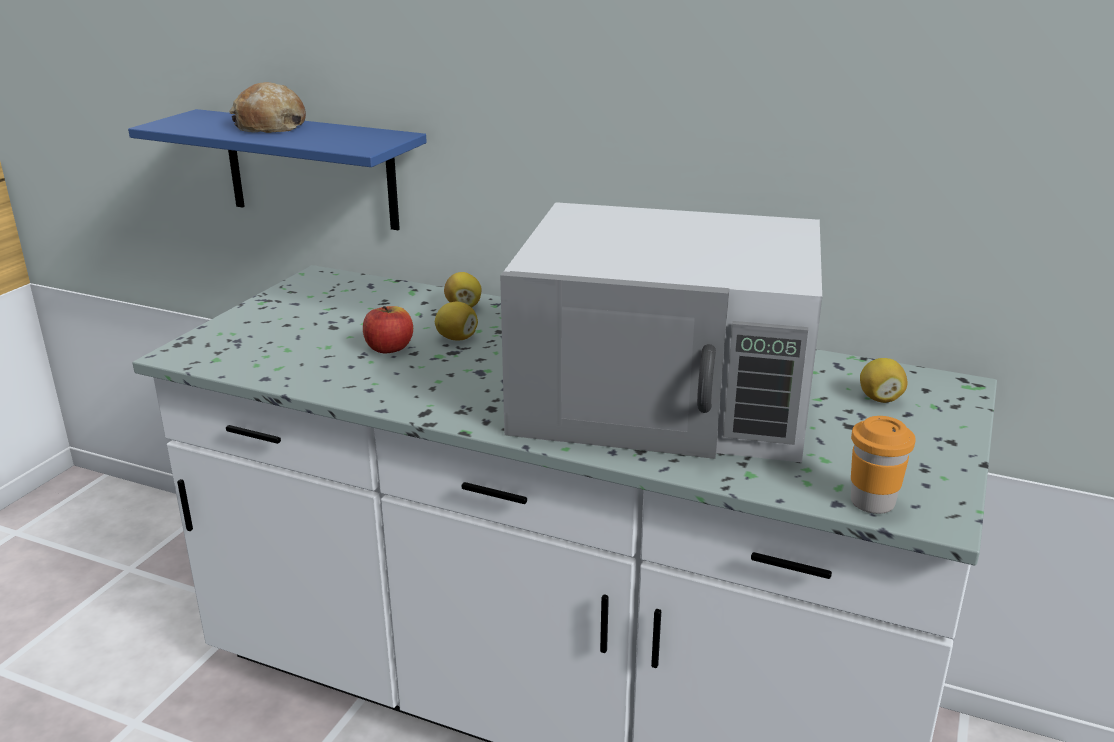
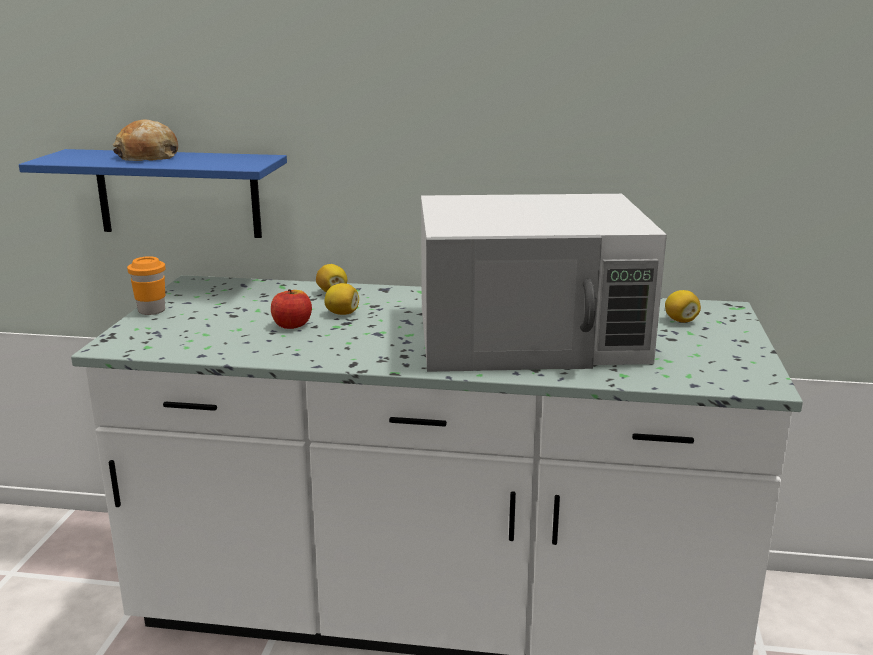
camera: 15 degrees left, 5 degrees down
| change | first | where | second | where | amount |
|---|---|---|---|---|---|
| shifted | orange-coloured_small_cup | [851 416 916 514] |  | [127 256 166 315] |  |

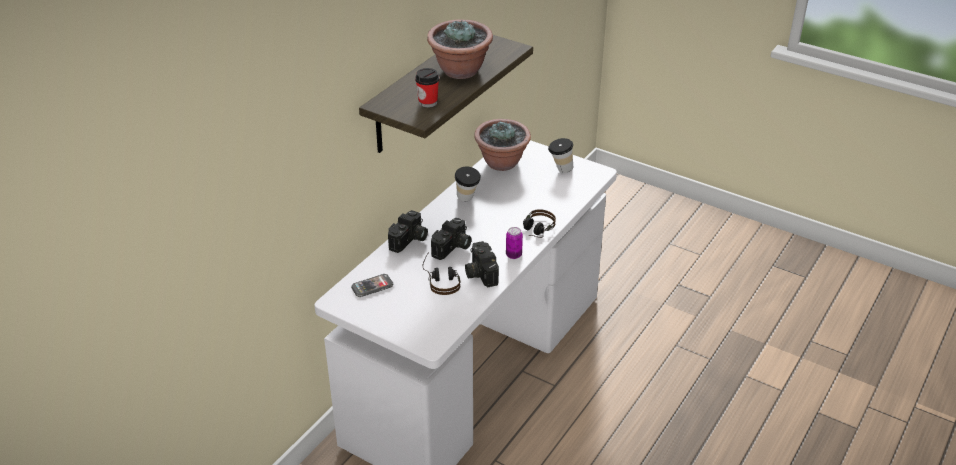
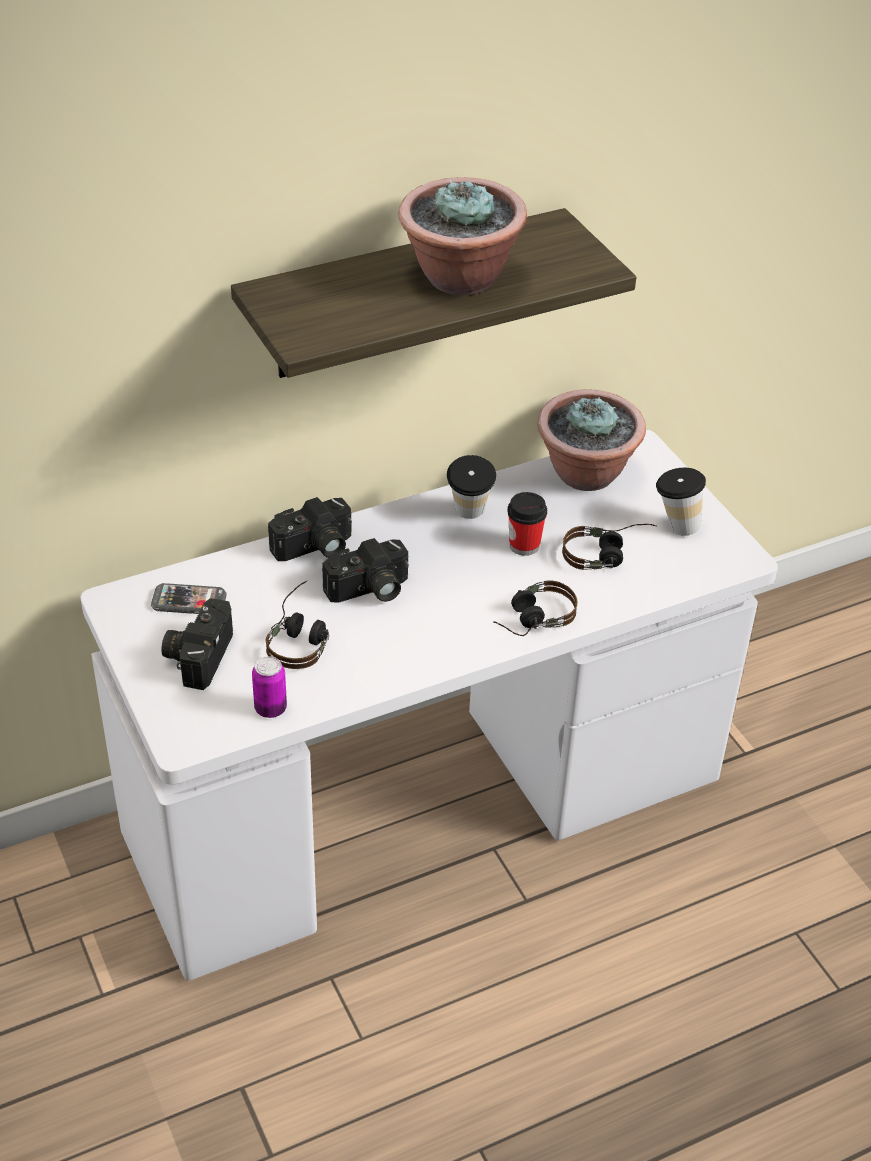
camera: 30 degrees right, 5 degrees up
| change | first | where | second | where | amount |
|---|---|---|---|---|---|
| new |  |  | pair_of_headphones | [562 524 657 570] |  |
| shifted | small_cup | [415 68 439 108] |  | [507 492 547 556] |  |
| shifted | photo_camera | [465 241 499 287] |  | [161 598 233 690] |  |
| shifted | can | [506 227 523 259] |  | [252 656 287 718] |  |

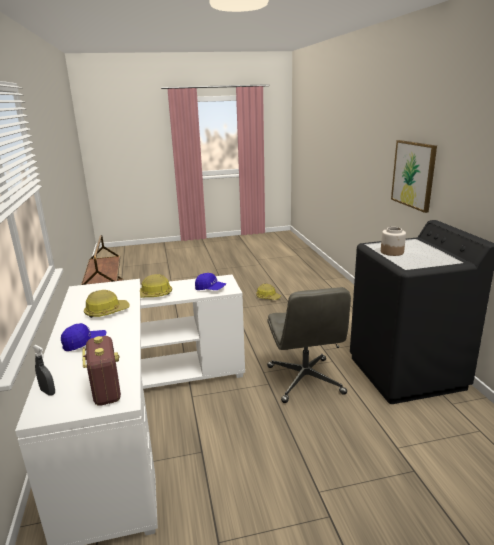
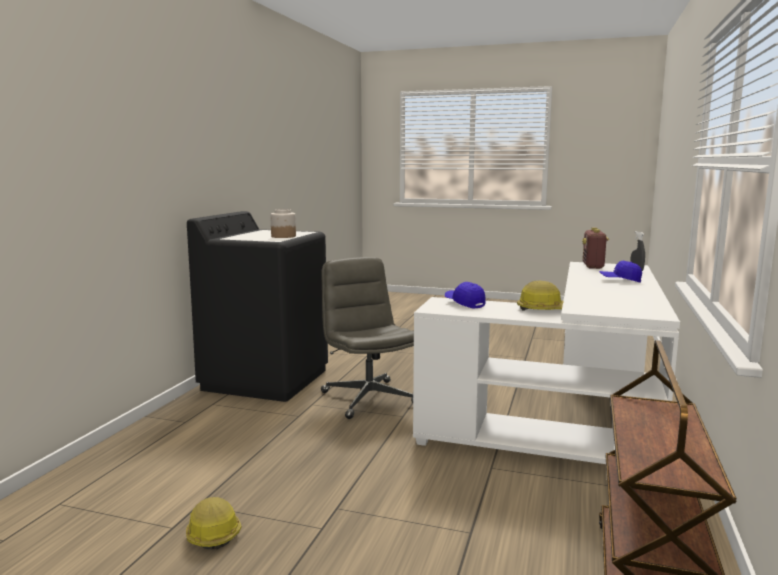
camera: 150 degrees left, 10 degrees down
| change | first | where | second | where | amount |
|---|---|---|---|---|---|
| gone | safety_helmet | [84 290 129 318] |  |  |  |
| gone | picture | [391 140 437 213] |  |  |  |
| rotated | greyish_computer_chair | [267 287 351 403] |  | [321 257 414 419] | 45 degrees counterclockwise |

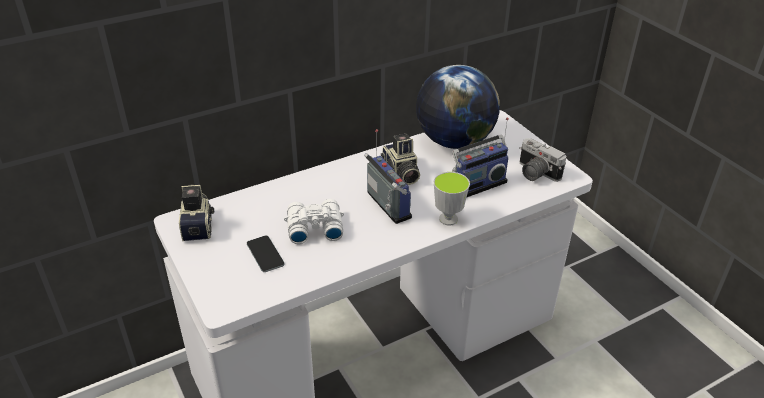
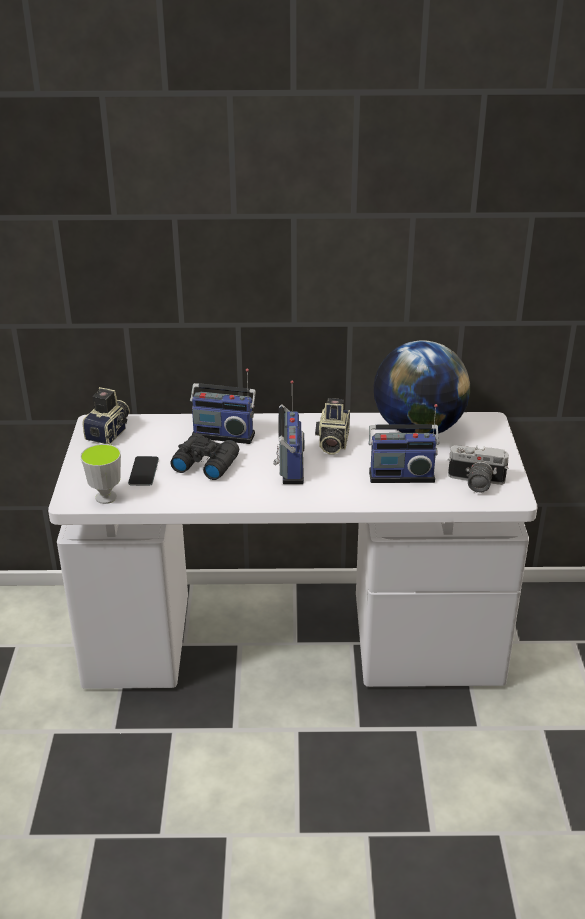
camera: 30 degrees right, 5 degrees down
| change | first | where | second | where | amount |
|---|---|---|---|---|---|
| new |  |  | radio | [190 369 256 444] |  |
| shifted | small_cup | [434 172 470 225] |  | [80 444 121 504] |  |
| repainted | white-coloured_binoculars | [284 199 344 244] | blackish_binoculars | [170 433 239 480] |  |
| rotated | photo_camera | [519 138 566 182] |  | [447 445 509 493] | 60 degrees counterclockwise |

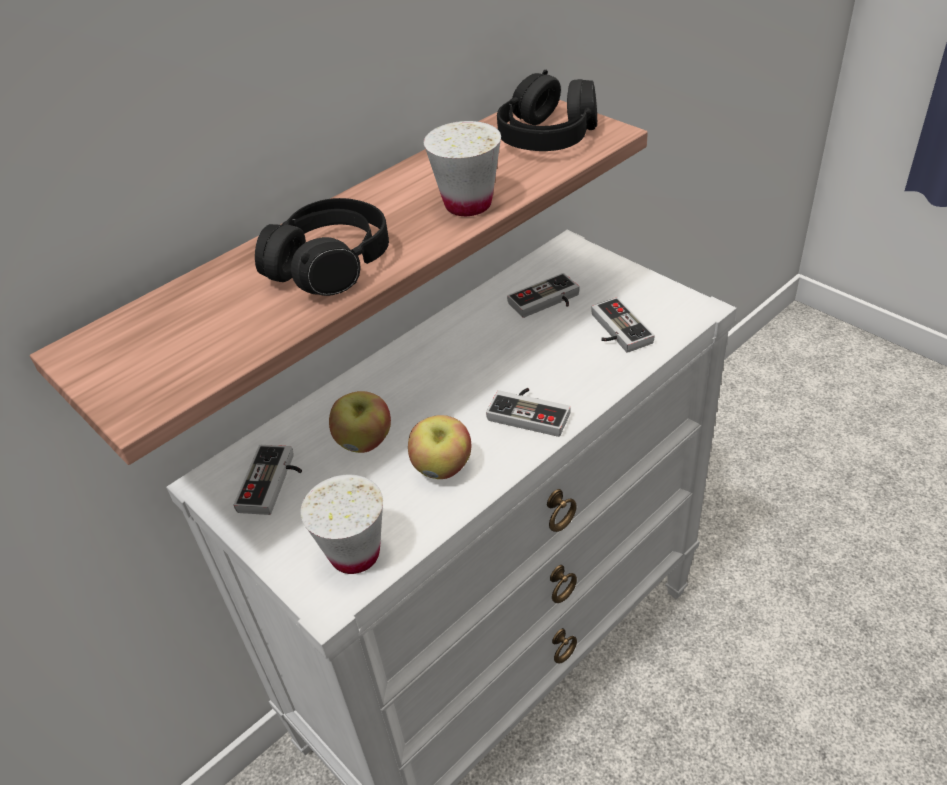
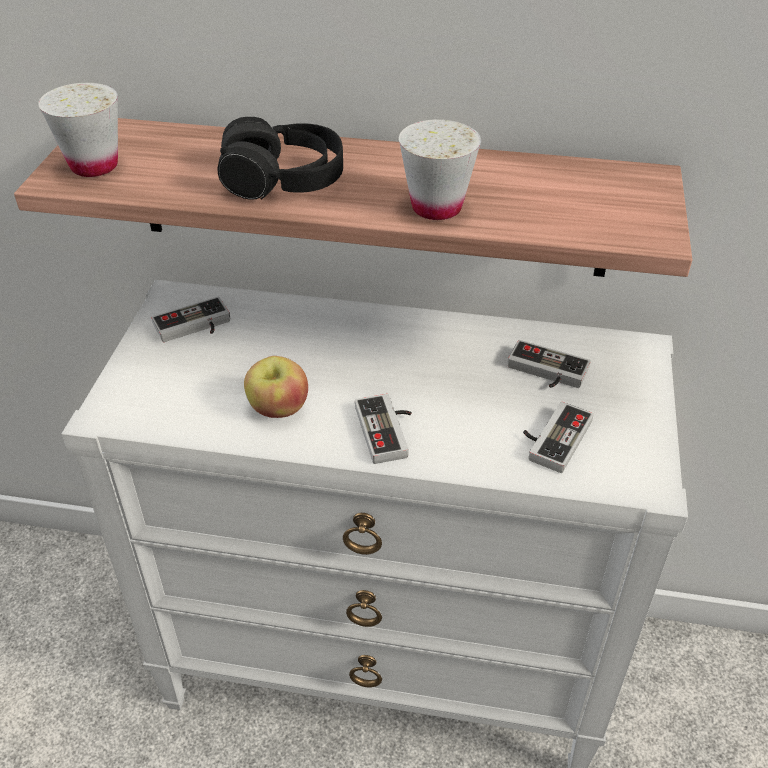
camera: 50 degrees right, 0 degrees up
| change | first | where | second | where | amount |
|---|---|---|---|---|---|
| gone | apple | [329 391 391 453] |  |  |  |
| gone | blackish_pair_of_headphones | [497 70 597 151] |  |  |  |
| shifted | white-coloured_small_cup | [300 475 383 574] |  | [38 83 118 177] |  |

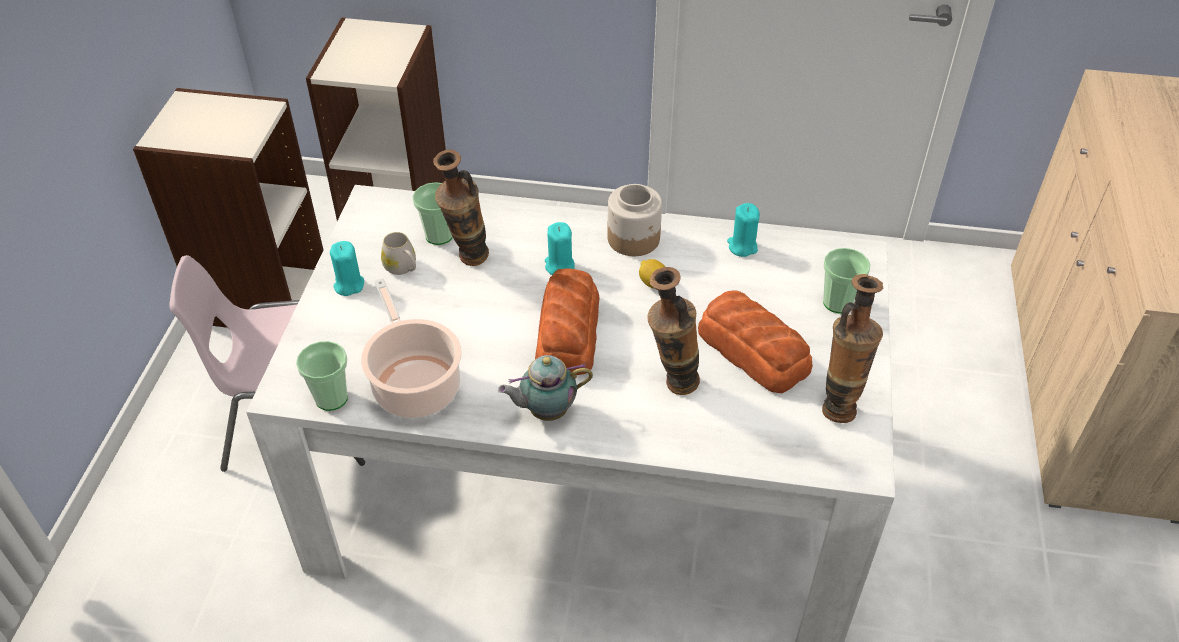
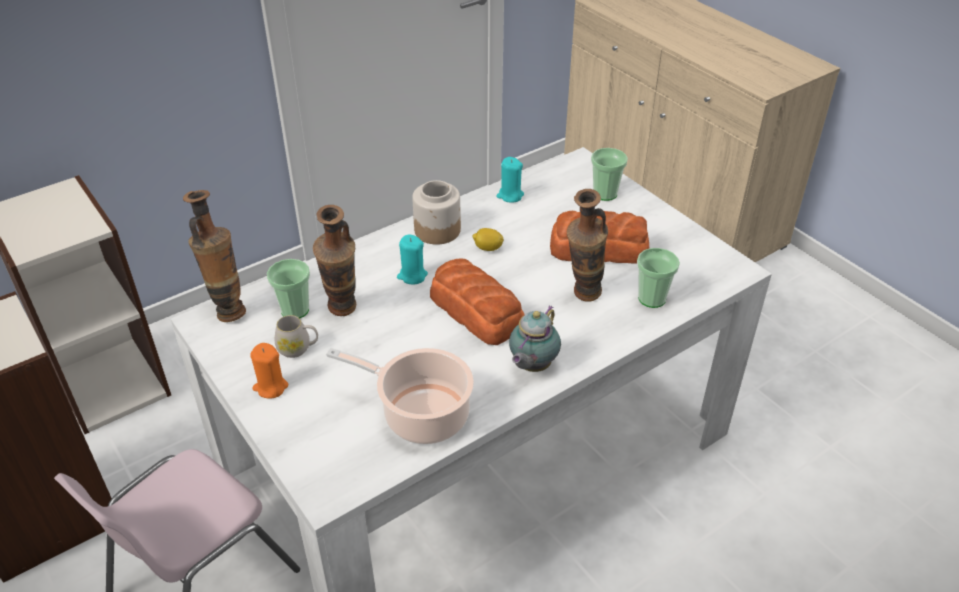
camera: 45 degrees left, 5 degrees down
| change | first | where | second | where | amount |
|---|---|---|---|---|---|
| shifted | small_cup | [296 341 348 411] |  | [637 248 680 308] |  |
| shifted | vase | [822 274 883 423] |  | [183 190 246 322] |  |
| repainted | turquoise-coloured_wax_candle | [330 241 364 296] | orange-coloured_wax_candle | [250 343 288 399] |  |

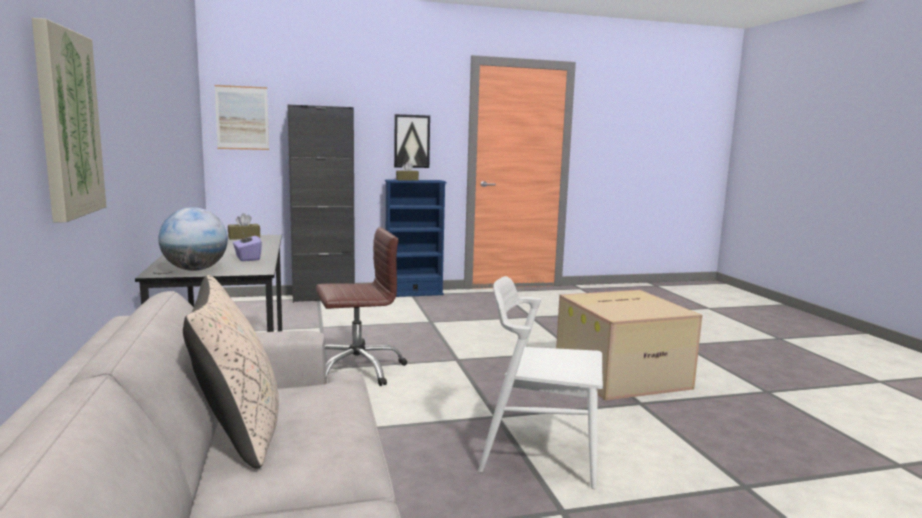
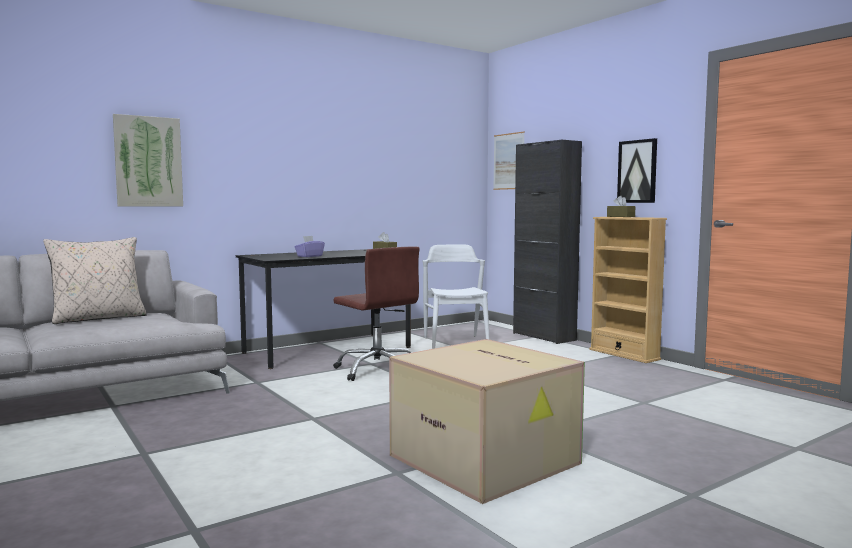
camera: 70 degrees right, 5 degrees down
| change | first | where | second | where | amount |
|---|---|---|---|---|---|
| gone | world_globe | [158 207 228 271] |  |  |  |
| shifted | white-coloured_plain_chair | [478 276 603 489] |  | [423 244 490 349] |  |
| repainted | bluish_bookshelf | [385 180 446 297] | beige_bookshelf | [589 217 667 363] |  |

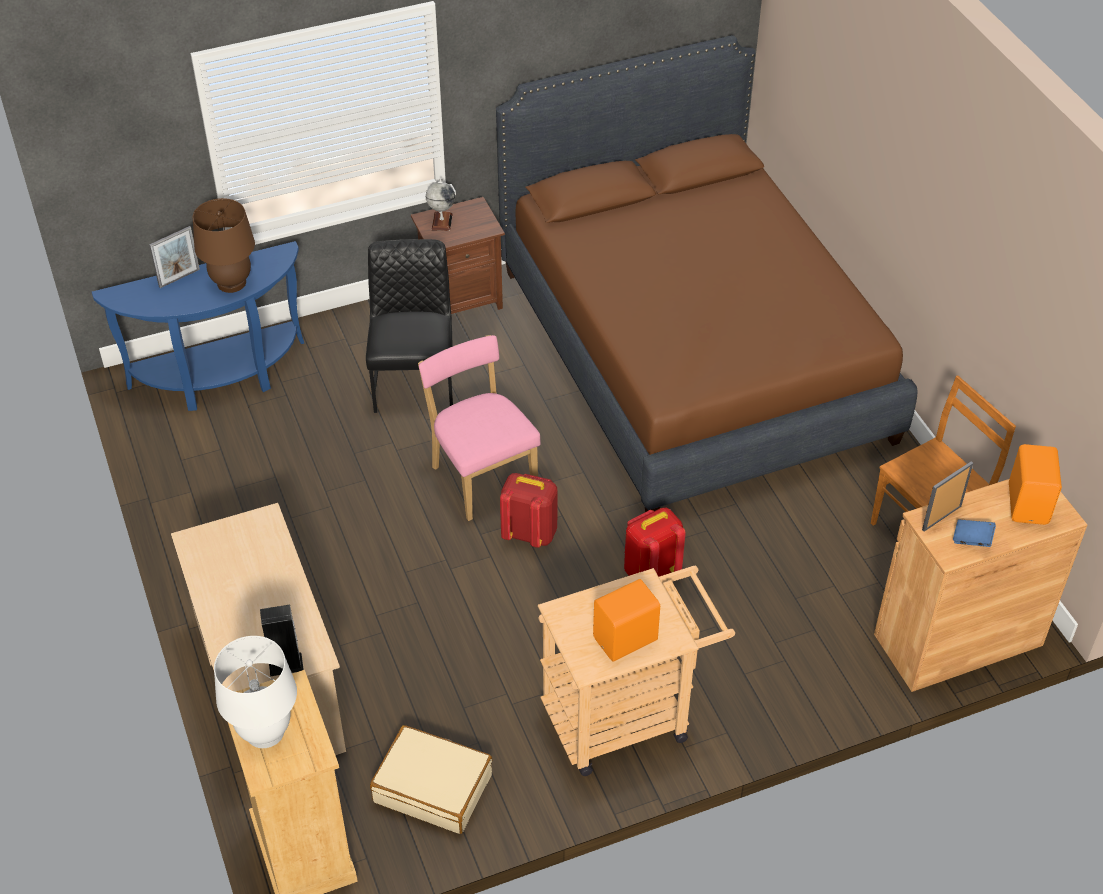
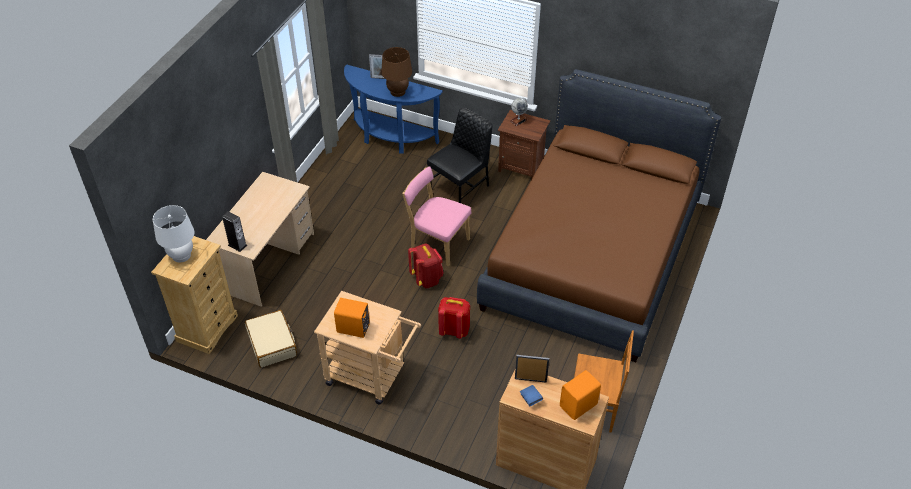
camera: 45 degrees right, 0 degrees up
| change | first | where | second | where | amount |
|---|---|---|---|---|---|
| rotated | pink-coloured_plain_chair | [418 335 541 521] |  | [402 166 471 266] | 75 degrees counterclockwise |

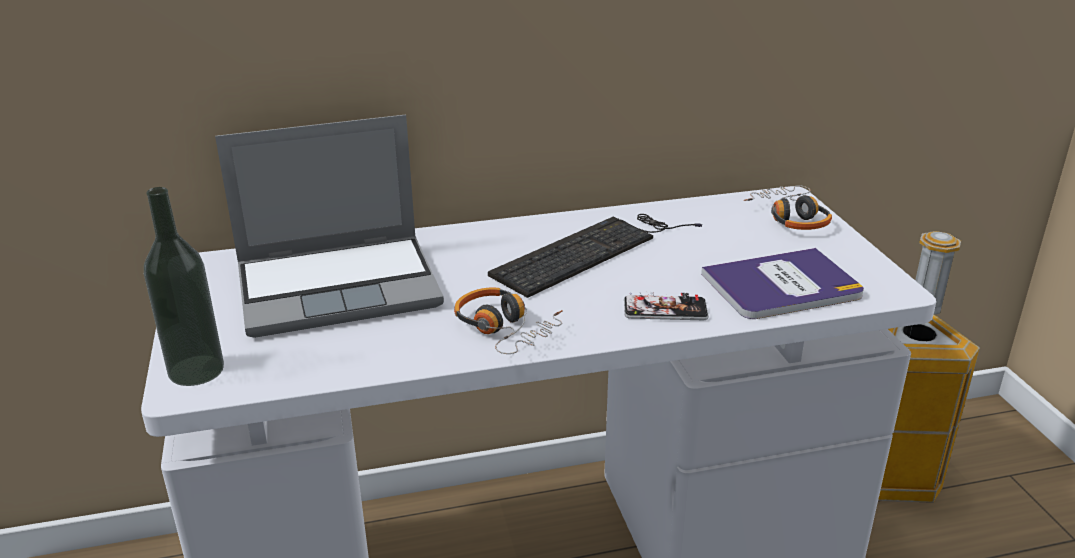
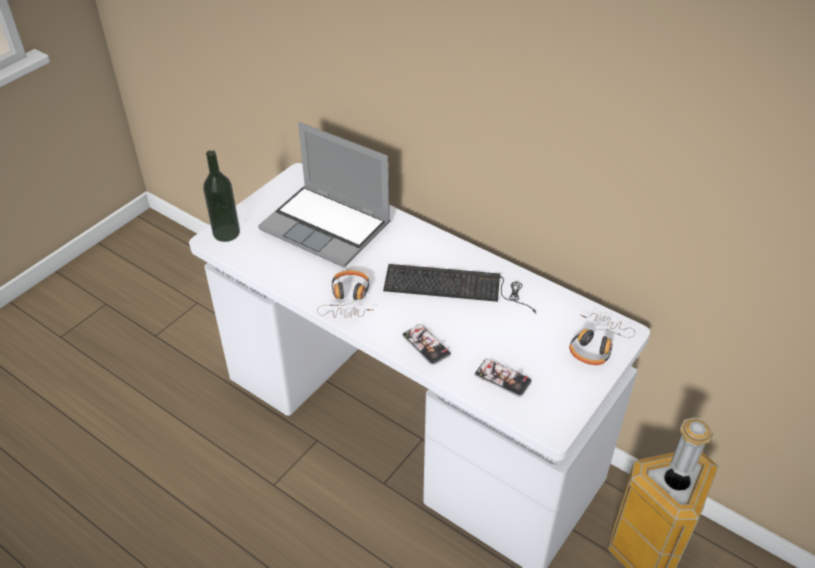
camera: 50 degrees right, 15 degrees up
| change | first | where | second | where | amount |
|---|---|---|---|---|---|
| swapped | volume | [701 248 864 319] | telephone | [475 359 532 397] |  |

